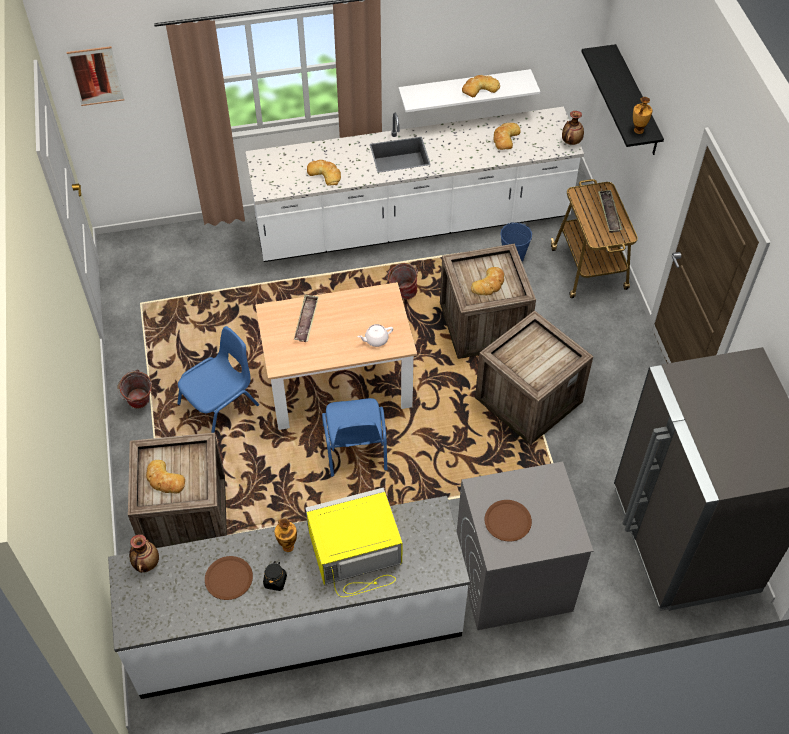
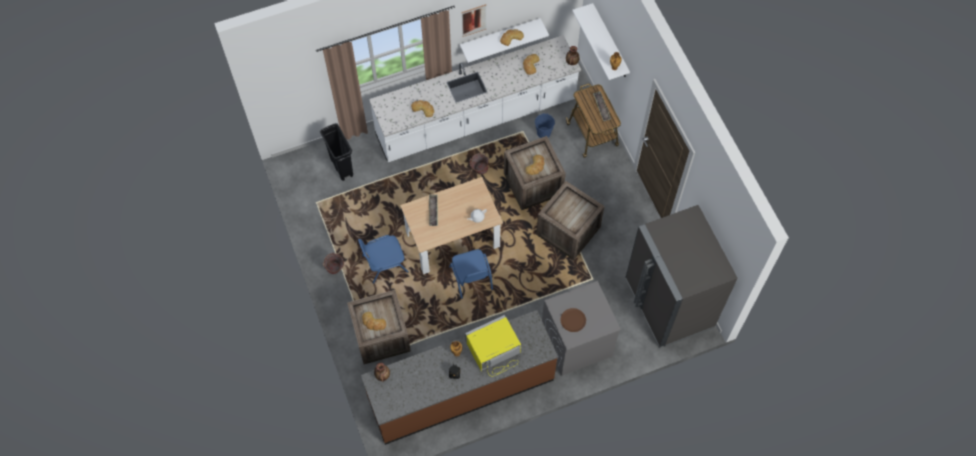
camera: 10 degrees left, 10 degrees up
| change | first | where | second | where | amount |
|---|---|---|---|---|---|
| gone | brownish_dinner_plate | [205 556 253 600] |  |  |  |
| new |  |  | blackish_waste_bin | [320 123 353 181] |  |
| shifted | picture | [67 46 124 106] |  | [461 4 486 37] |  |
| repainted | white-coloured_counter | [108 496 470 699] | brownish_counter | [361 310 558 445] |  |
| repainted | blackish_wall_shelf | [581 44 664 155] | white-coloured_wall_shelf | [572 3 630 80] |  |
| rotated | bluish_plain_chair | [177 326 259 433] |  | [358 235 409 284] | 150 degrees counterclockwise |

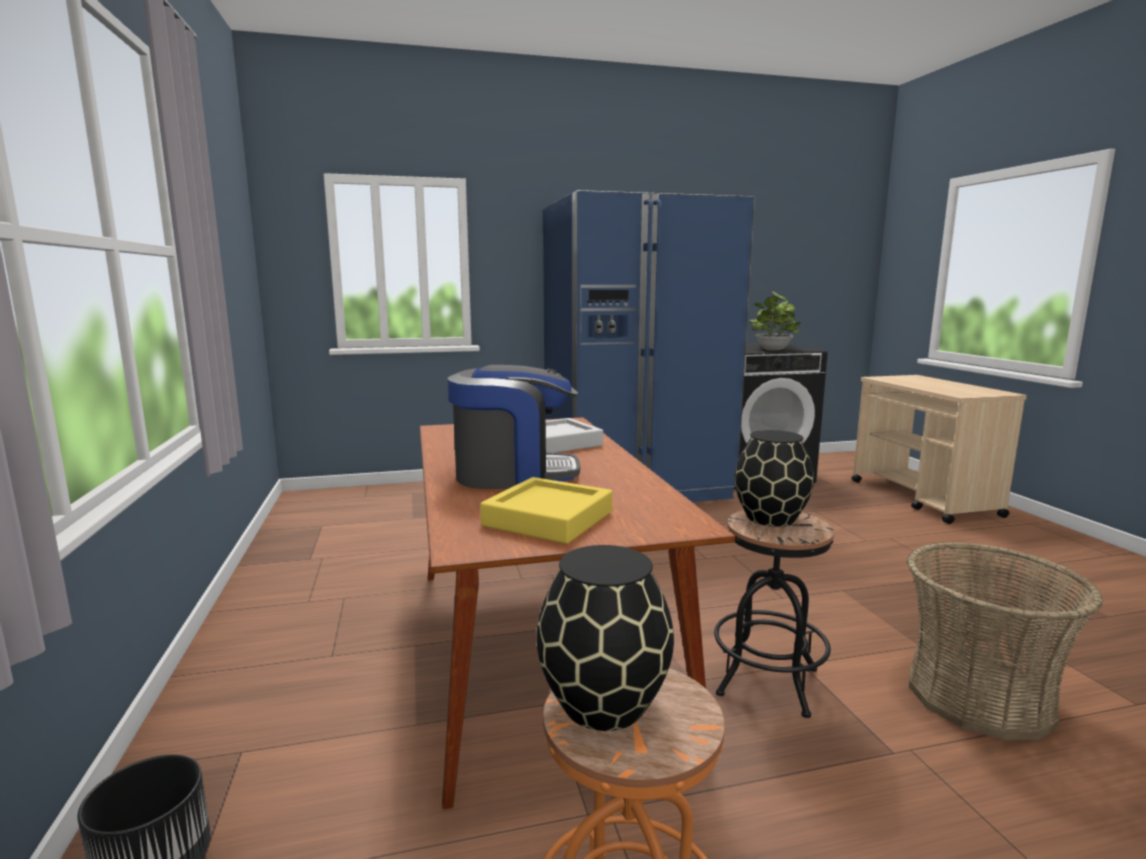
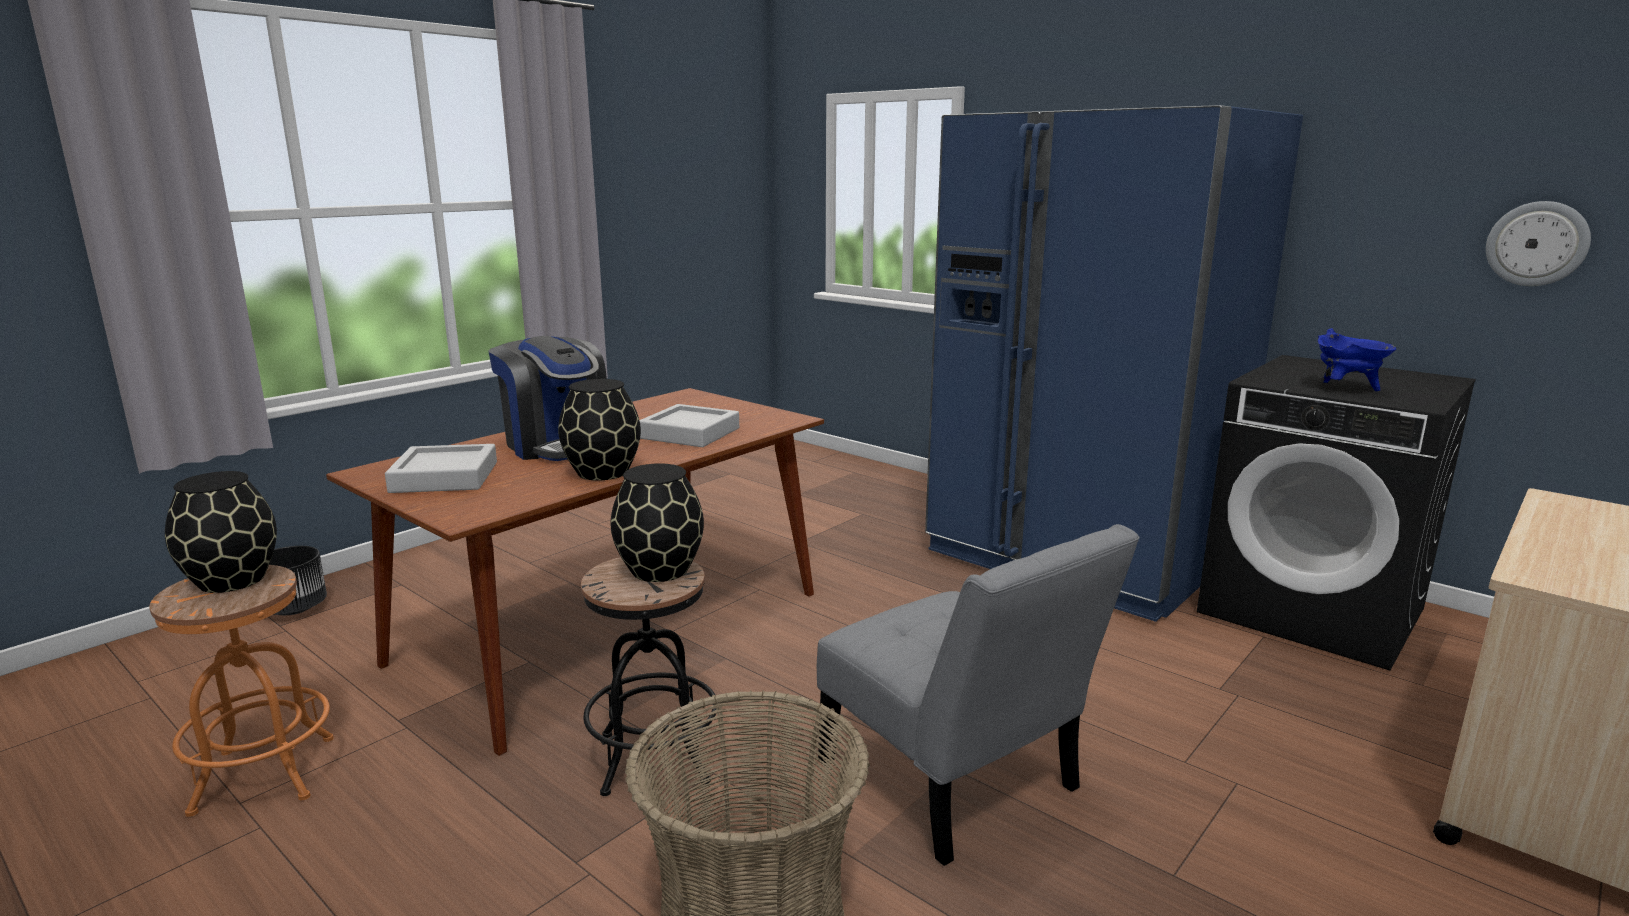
camera: 55 degrees right, 5 degrees up
| change | first | where | second | where | amount |
|---|---|---|---|---|---|
| new |  |  | blackish_vase | [558 379 641 481] |  |
| new |  |  | greyish_plain_chair | [817 524 1140 866] |  |
| new |  |  | hanging_clock | [1486 201 1591 286] |  |
| swapped | potted_plant | [749 291 800 351] | bluish_saucepot | [1318 328 1397 391] |  |
| repainted | yellow_carrying_tray | [480 477 612 544] | greyish_carrying_tray | [385 444 497 493] |  |

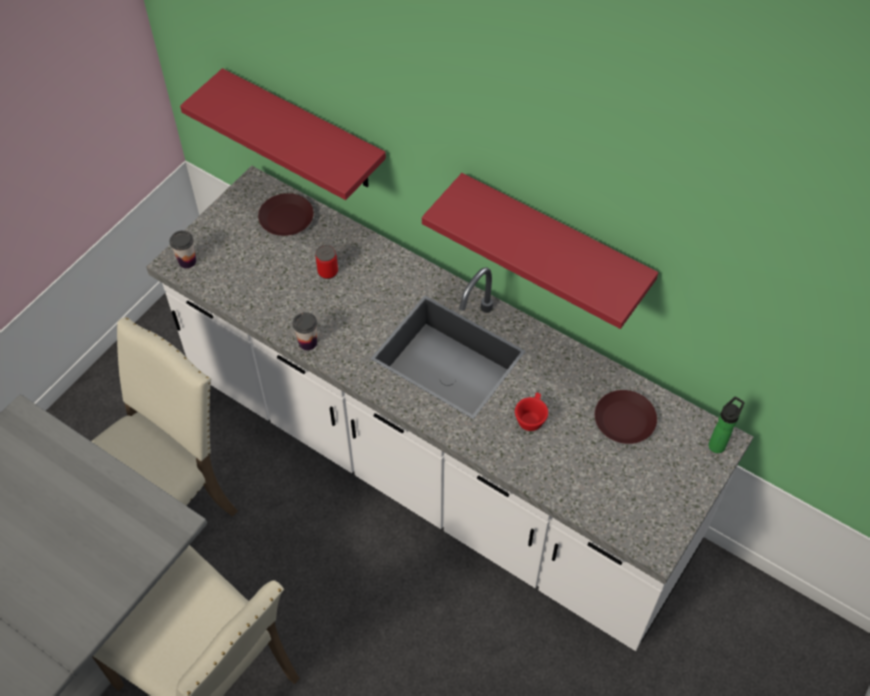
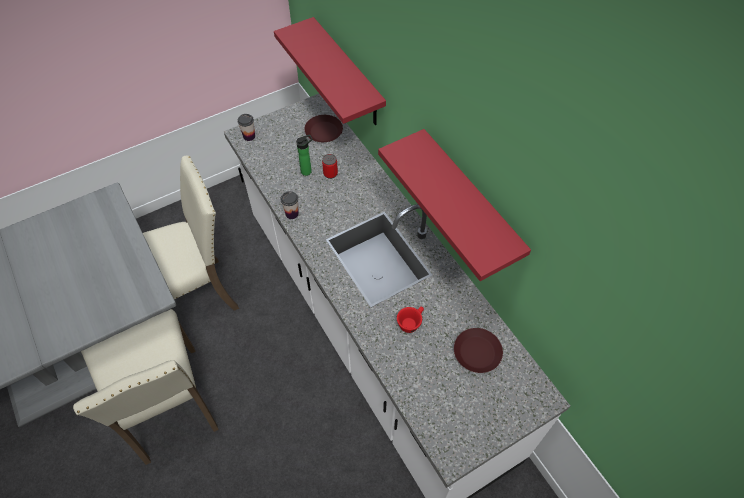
camera: 25 degrees right, 0 degrees up
| change | first | where | second | where | amount |
|---|---|---|---|---|---|
| shifted | bottle | [708 397 745 453] |  | [296 134 313 176] |  |

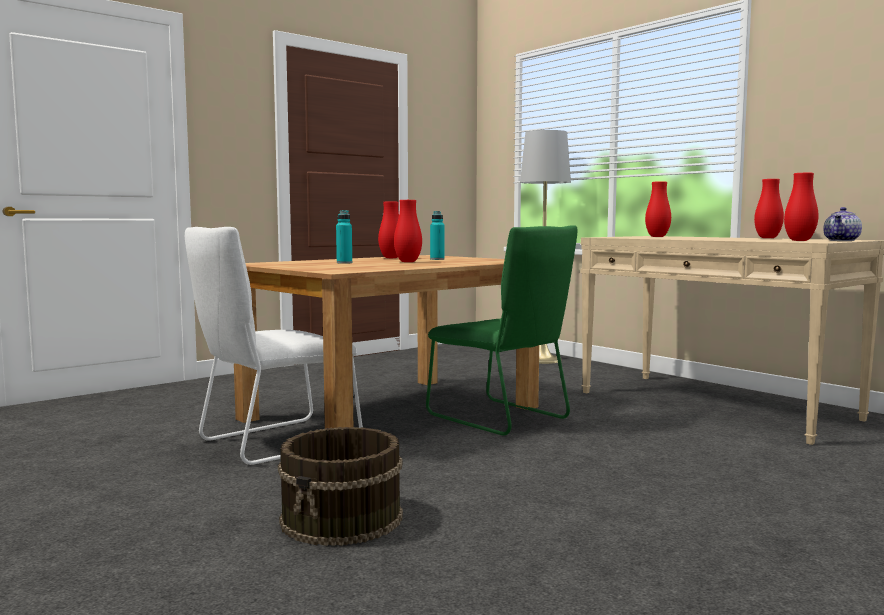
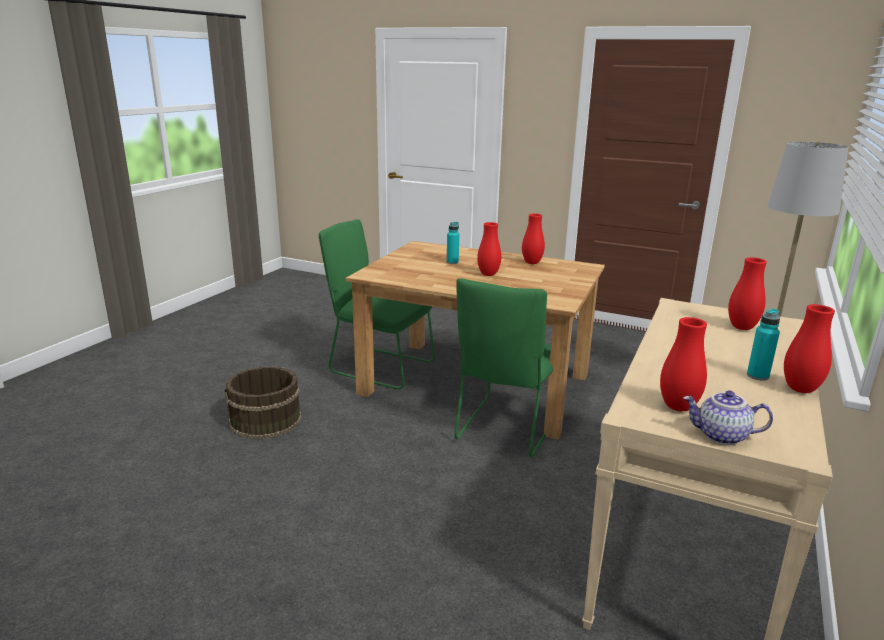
camera: 65 degrees right, 15 degrees up
| change | first | where | second | where | amount |
|---|---|---|---|---|---|
| shifted | turquoise-coloured_bottle | [430 211 445 260] |  | [747 309 780 381] |  |
| repainted | white-coloured_plain_chair | [185 227 363 465] | green_plain_chair | [319 219 435 389] |  |

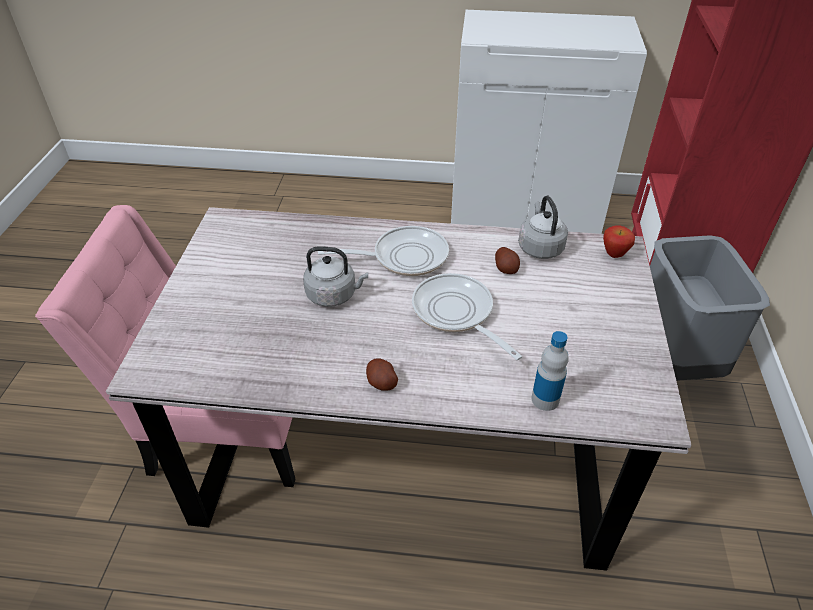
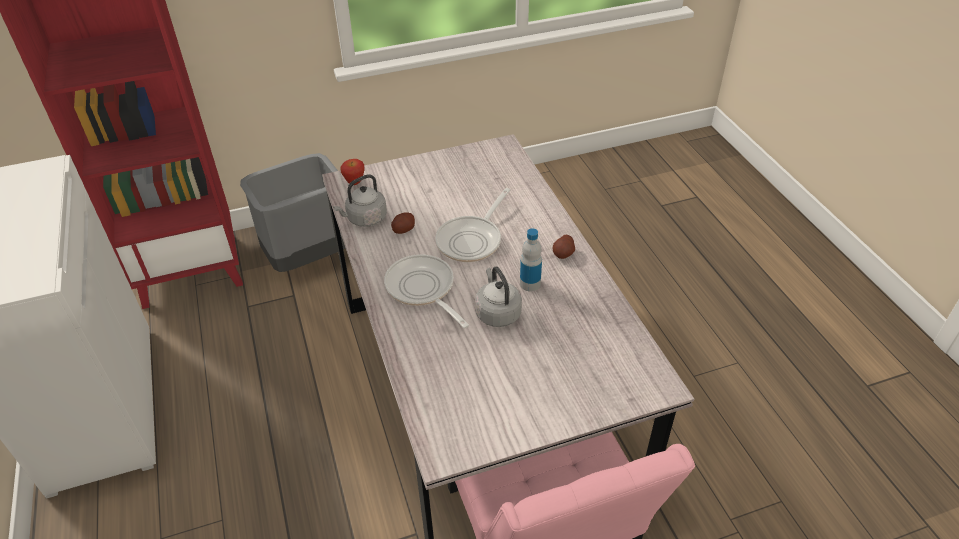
camera: 115 degrees left, 0 degrees up
| change | first | where | second | where | amount |
|---|---|---|---|---|---|
| shifted | bottle | [531 331 569 411] |  | [520 228 542 292] |  |

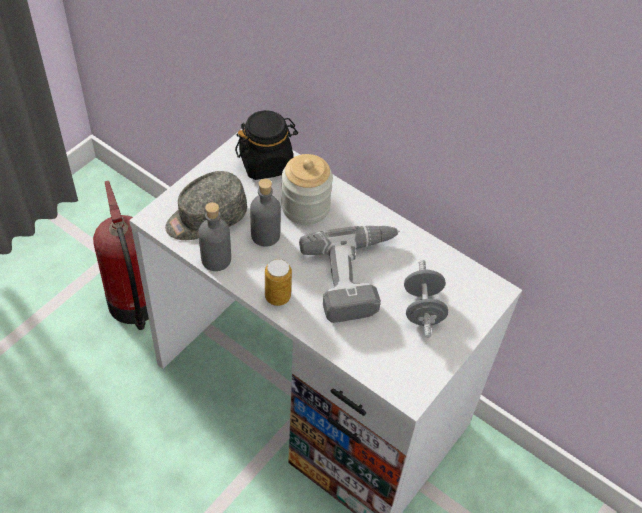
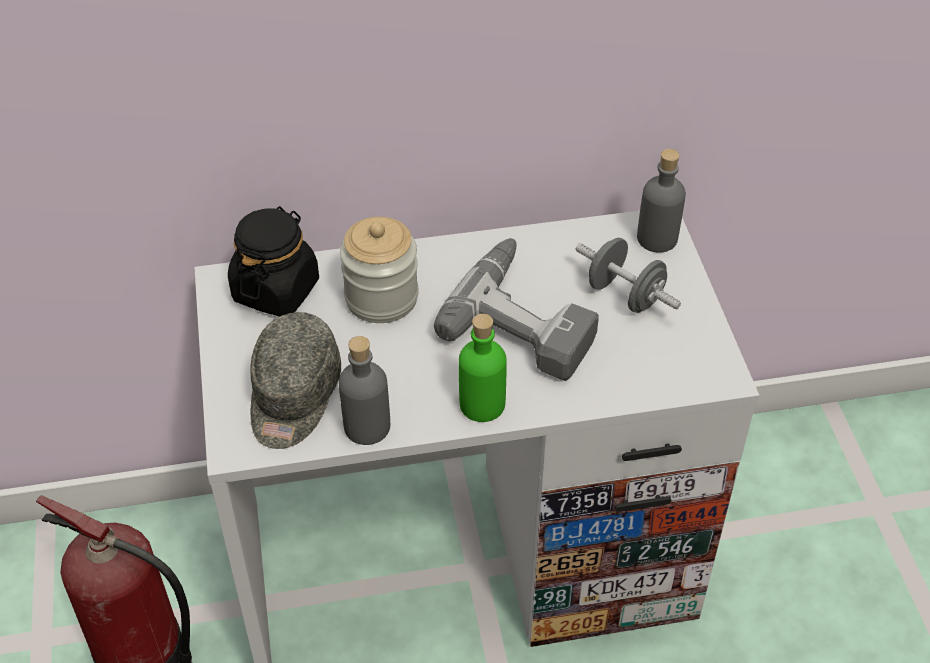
camera: 45 degrees left, 5 degrees down
| change | first | where | second | where | amount |
|---|---|---|---|---|---|
| shifted | greyish_bottle | [250 179 281 247] |  | [637 149 686 253] |  |
| swapped | can | [265 259 292 306] | green_bottle | [459 314 507 422] |  |

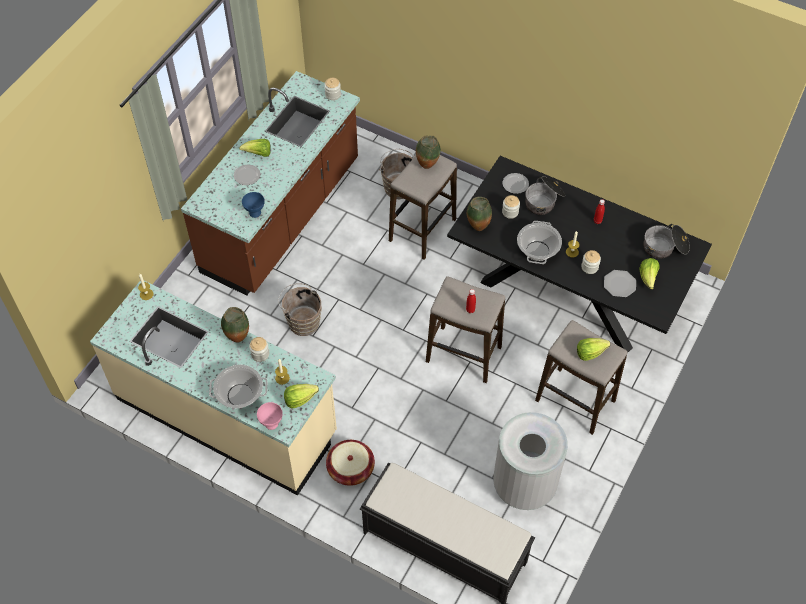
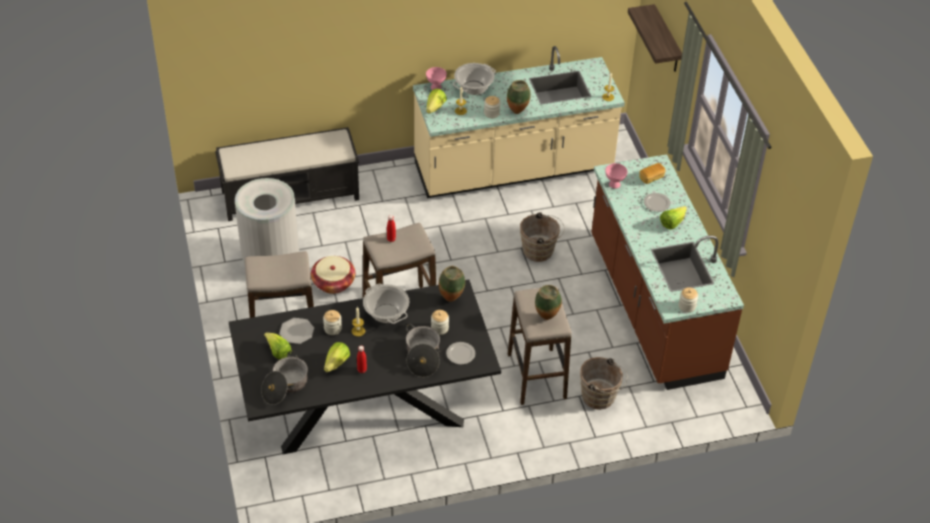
camera: 135 degrees right, 10 degrees down
| change | first | where | second | where | amount |
|---|---|---|---|---|---|
| new |  |  | wall_shelf | [628 4 682 72] |  |
| new |  |  | baked_bread | [639 163 666 184] |  |
| shifted | household_basket | [326 440 375 486] |  | [311 256 355 294] |  |
| shifted | head_of_lettuce | [577 338 610 361] |  | [324 342 350 372] |  |
| repainted | bluish_deep_dish | [242 192 265 218] | pink-coloured_deep_dish | [605 163 627 189] |  |

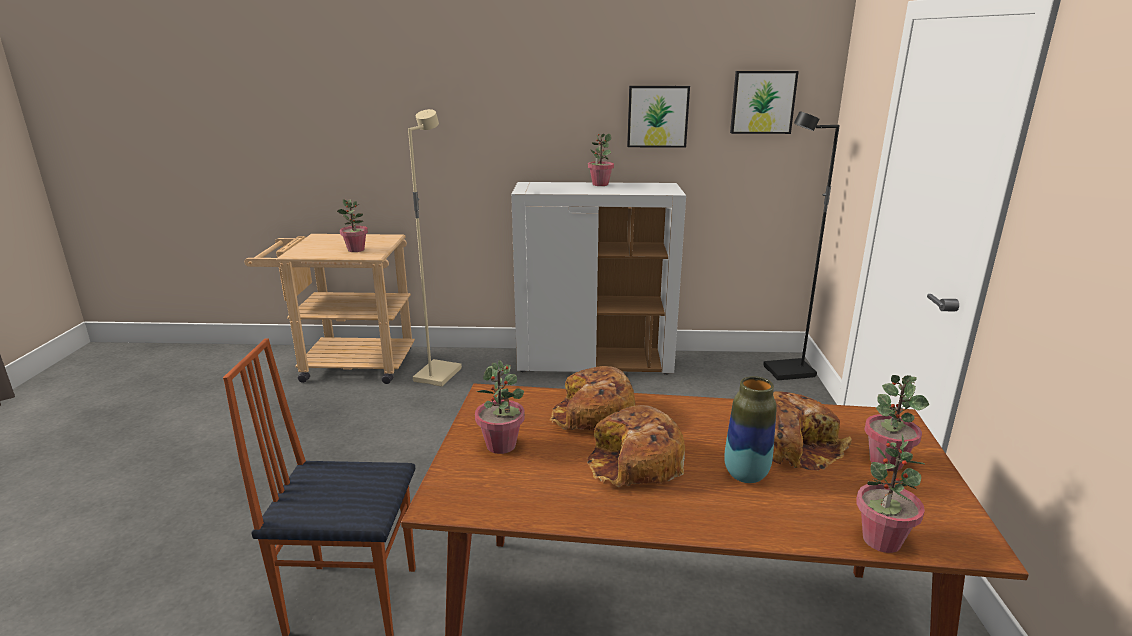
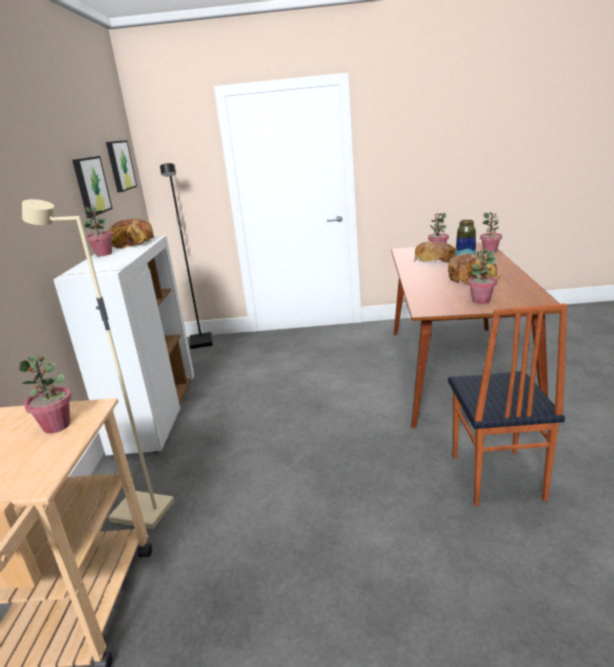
camera: 90 degrees left, 0 degrees up
| change | first | where | second | where | amount |
|---|---|---|---|---|---|
| shifted | baked_bread | [550 366 635 430] |  | [109 219 154 248] |  |

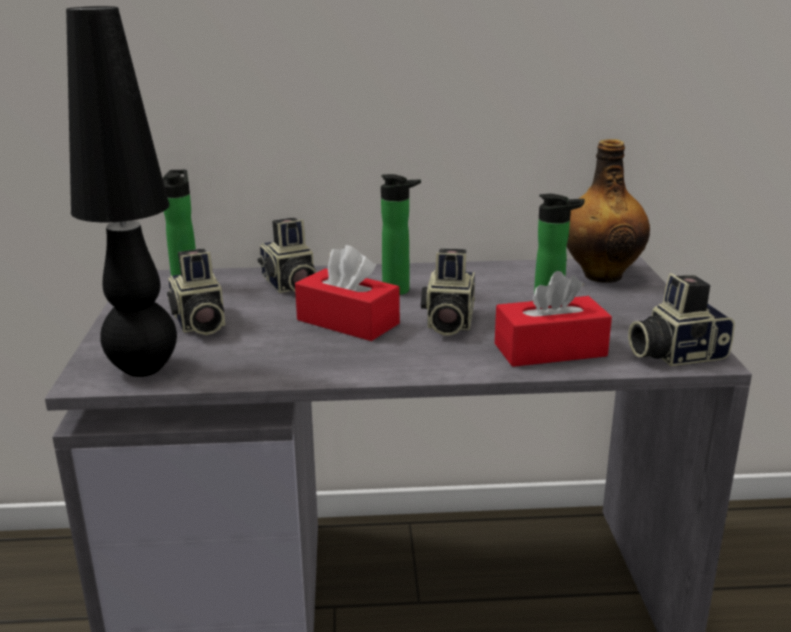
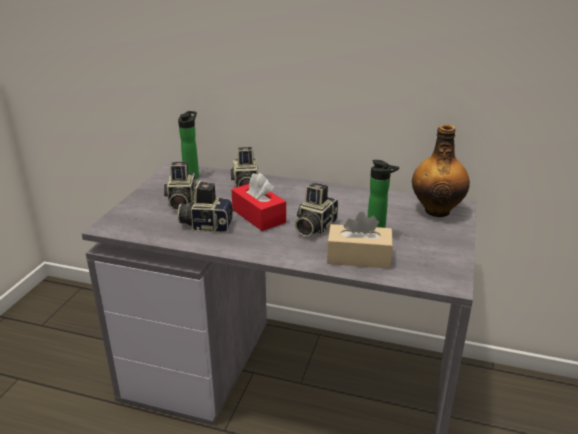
camera: 20 degrees right, 5 degrees up
| change | first | where | second | where | amount |
|---|---|---|---|---|---|
| gone | blackish_lamp_for_a_table | [66 6 177 377] |  |  |  |
| gone | bottle | [381 174 421 295] |  |  |  |
| shifted | photo_camera | [628 273 735 366] |  | [178 180 234 233] |  |
| repainted | red-coloured_tissue_box | [495 271 612 367] | beige_tissue_box | [327 212 393 269] |  |

